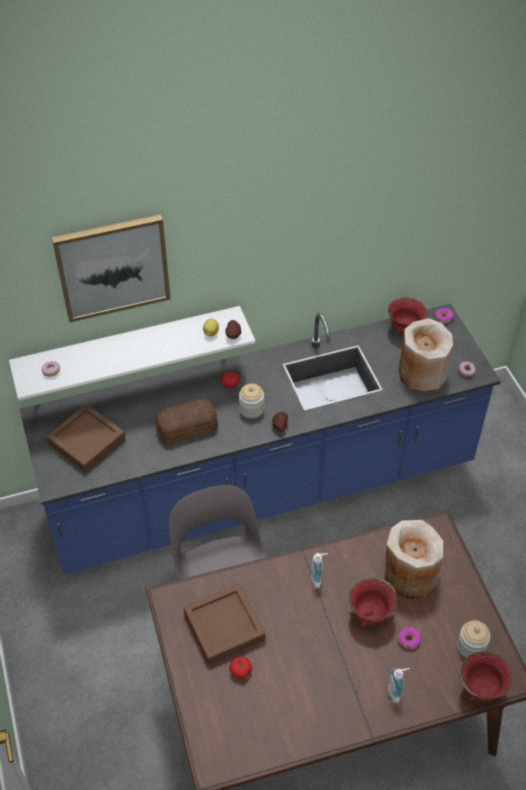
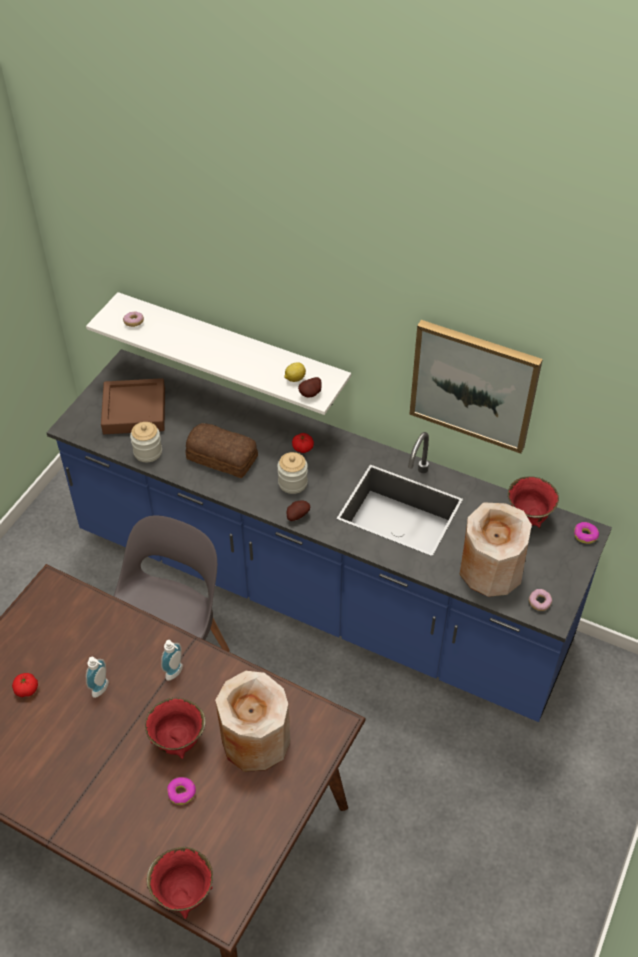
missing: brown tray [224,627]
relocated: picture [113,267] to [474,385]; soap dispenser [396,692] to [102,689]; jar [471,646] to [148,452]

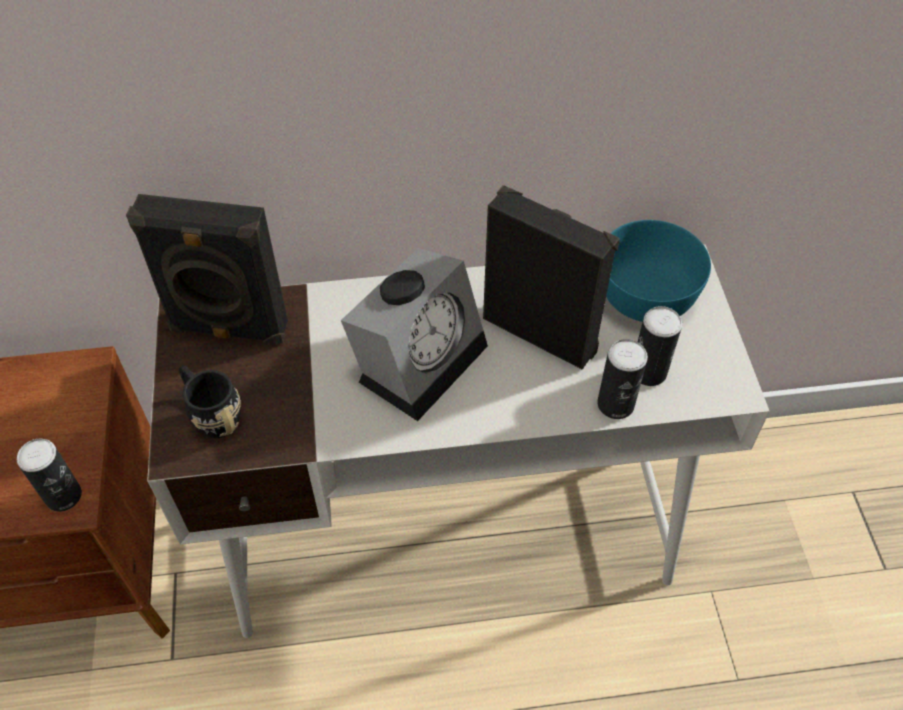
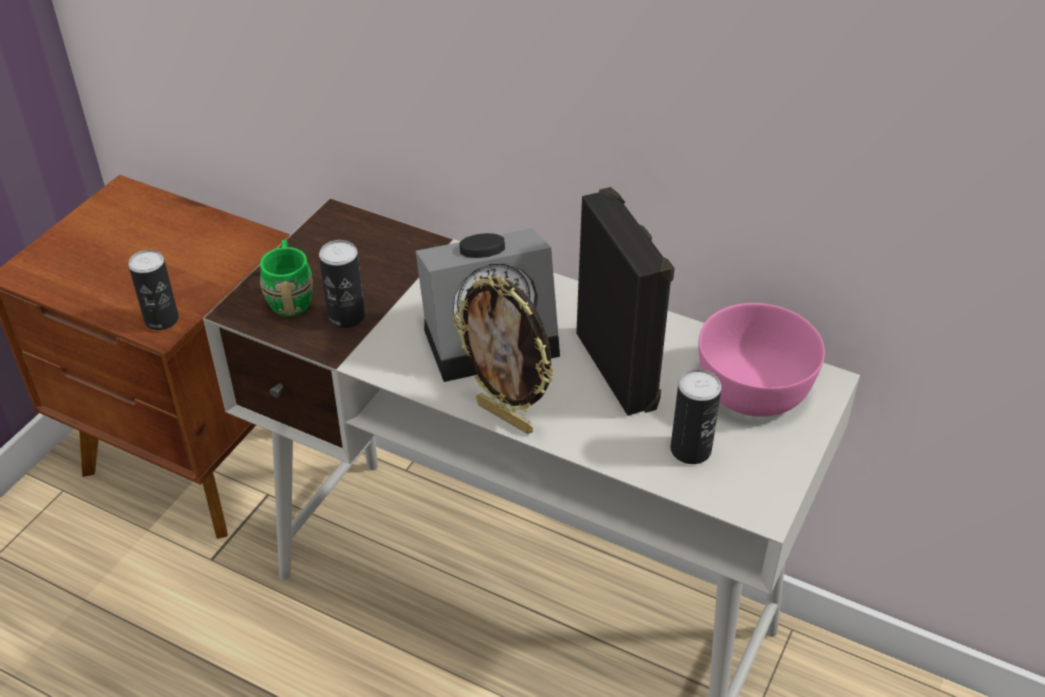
missing: black speaker [228,329]
appeared: picture frame [506,416]
relocated: can [615,404] to [346,317]
colour: black mug [211,414] to green mug [290,296]; turquoise bowl [644,294] to pink bowl [751,386]

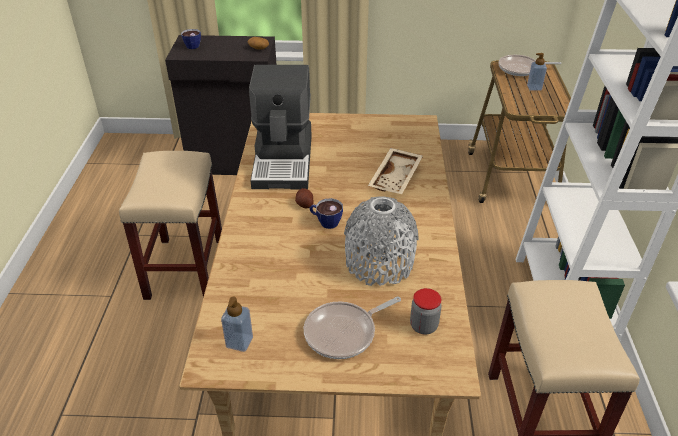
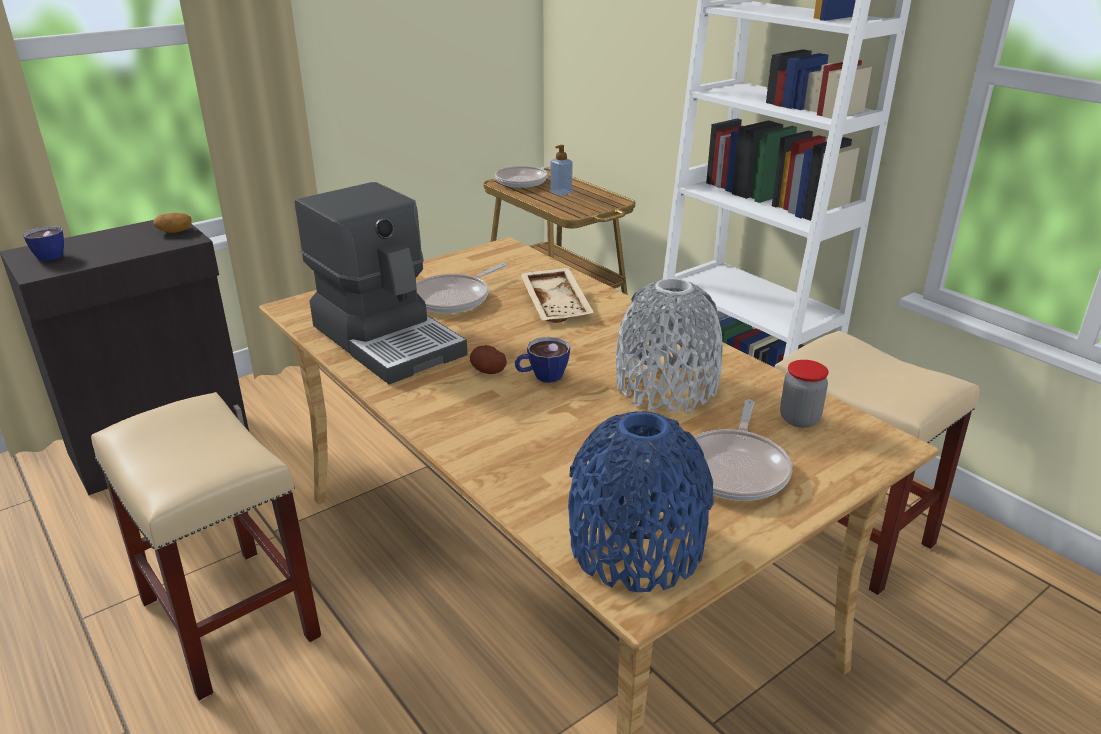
appeared: frying pan [455,298]
exchanged: soap dispenser [239,342] to blue vase [636,547]

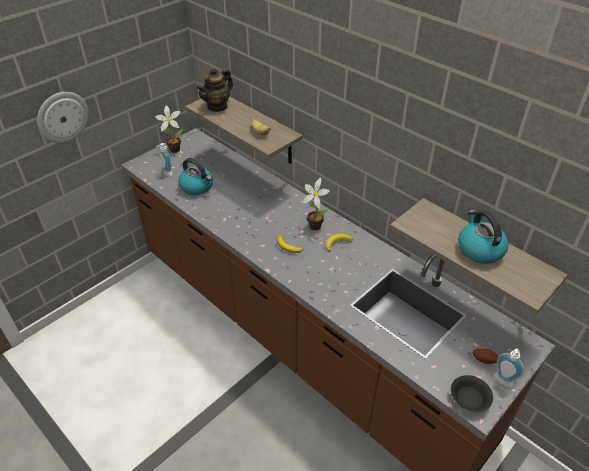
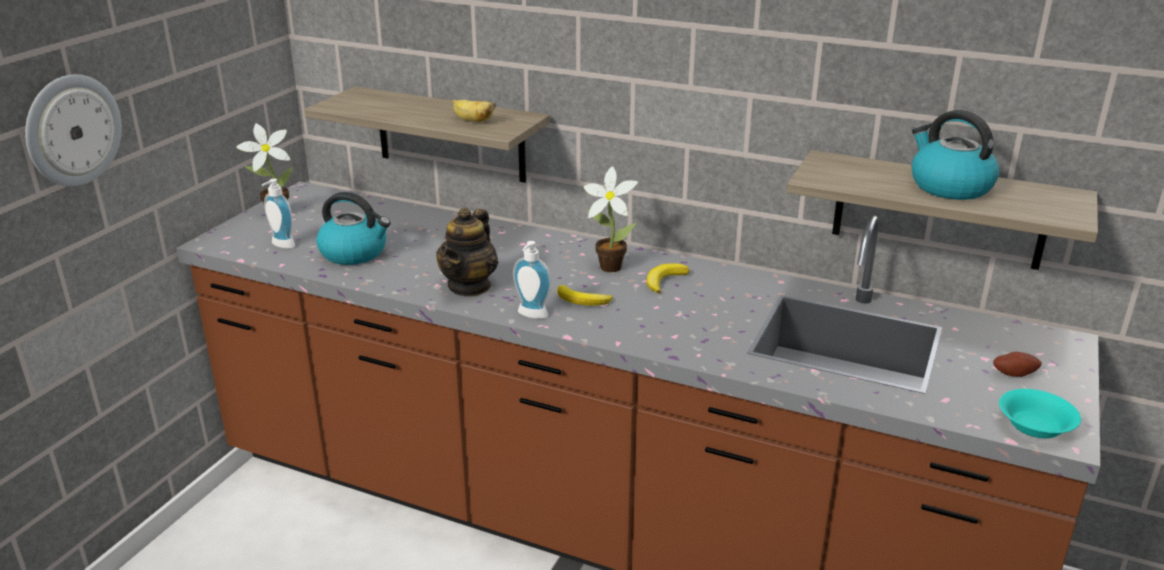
relocated: teapot [217,106] to [469,286]; soap dispenser [502,382] to [531,316]
colour: black bowl [468,399] to turquoise bowl [1033,427]

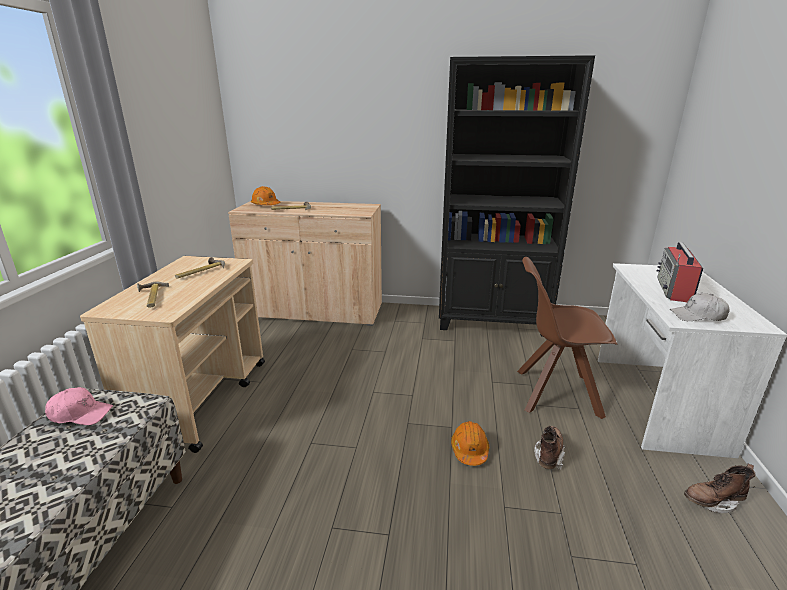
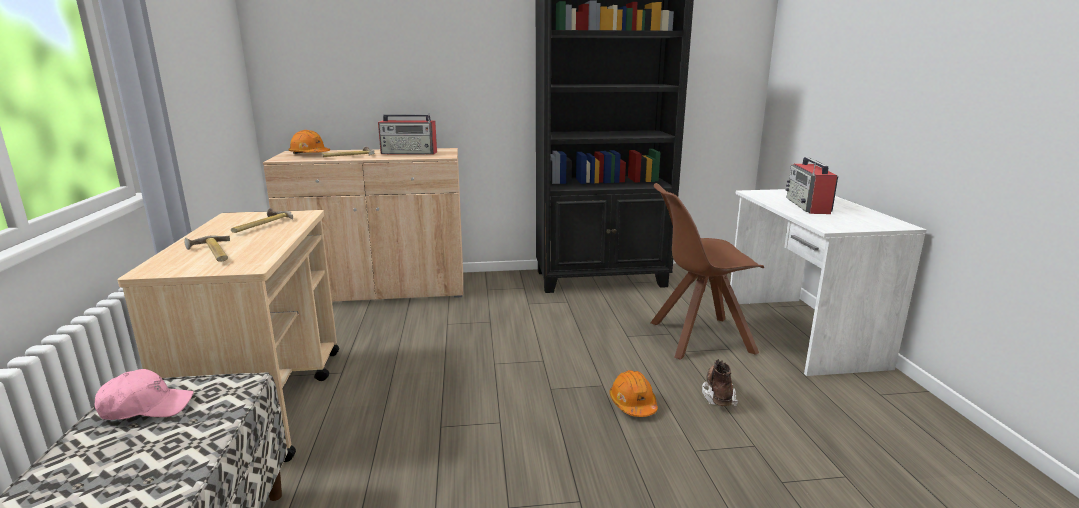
missing: white cap [698,316]; brown boot [712,502]
appeared: radio [409,153]

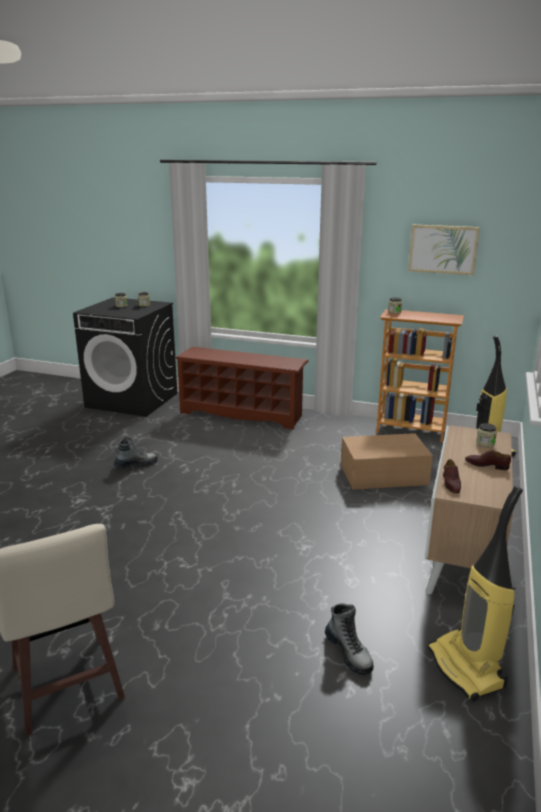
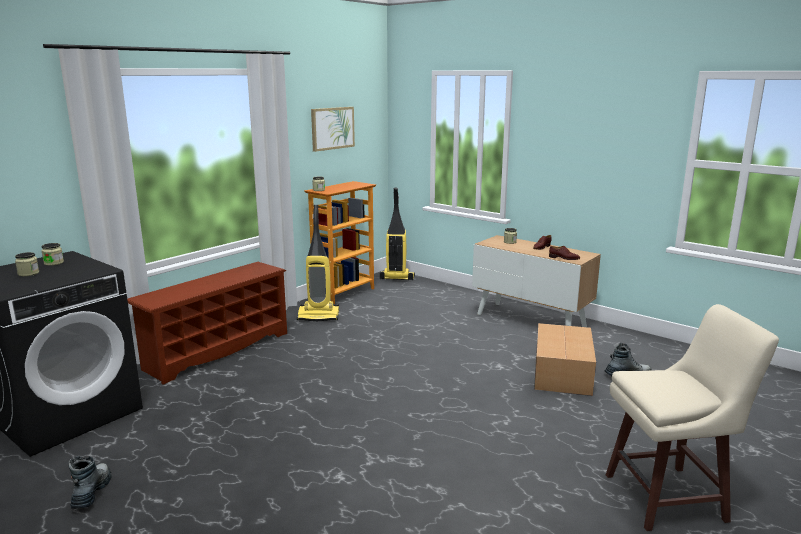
relocated: boot [136,464] to [91,492]; cardboard box [385,475] to [563,372]; vacuum cleaner [467,668] to [319,316]

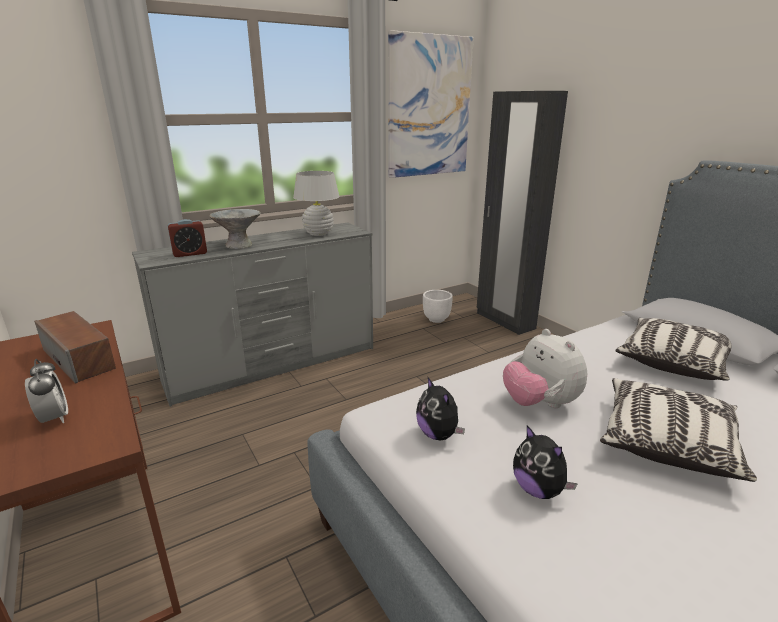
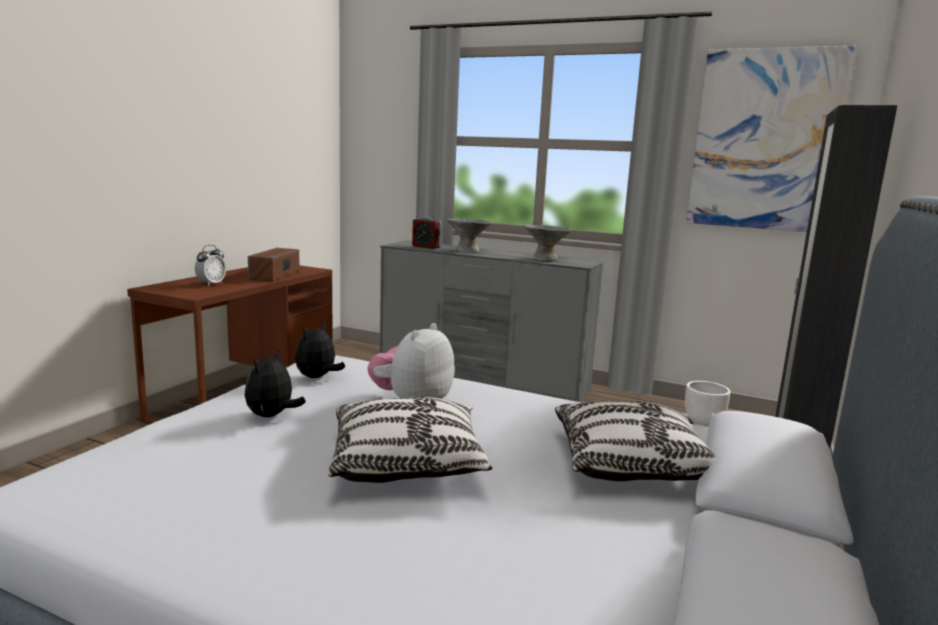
exchanged: white table lamp [318,234] to grey bowl [545,259]

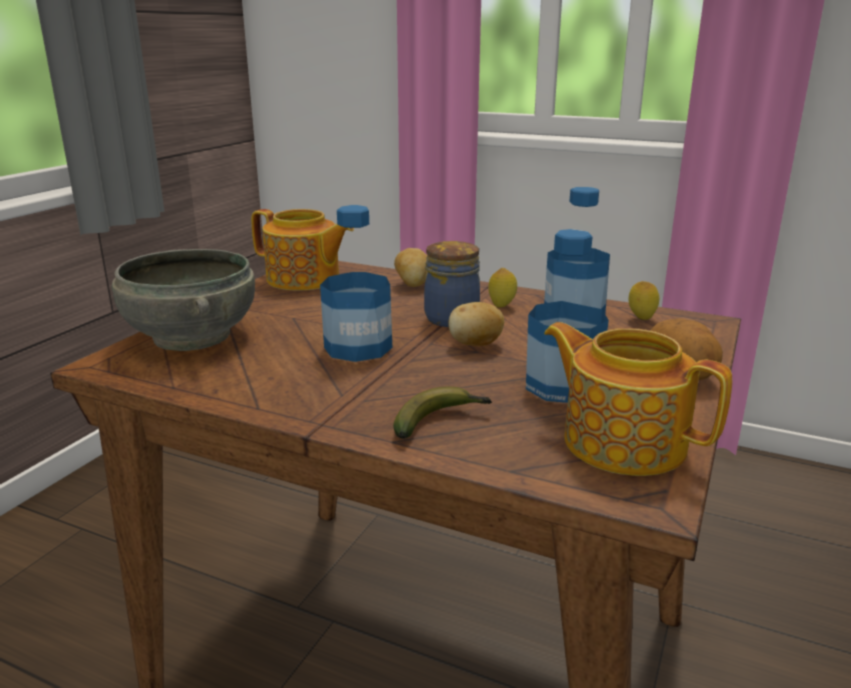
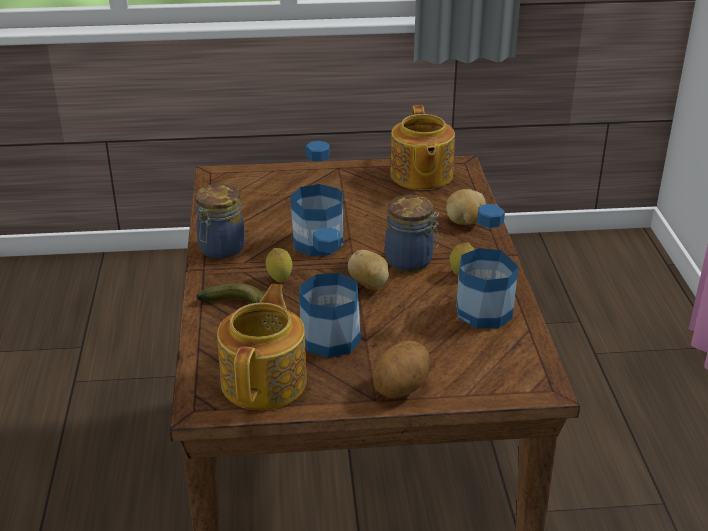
missing: grey bowl [190,337]
appeared: jar [220,249]
relocated: lemon [641,319] to [279,280]

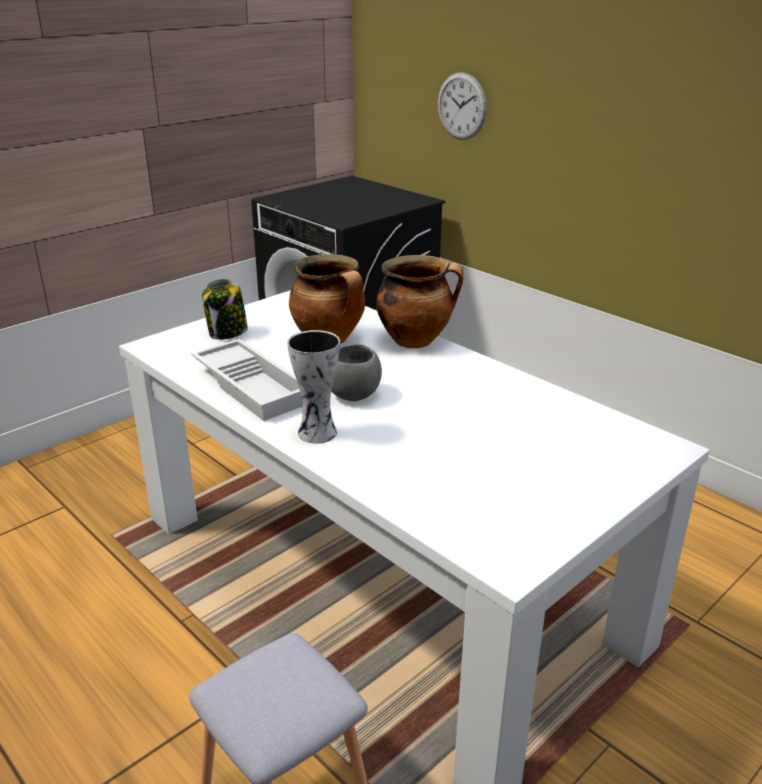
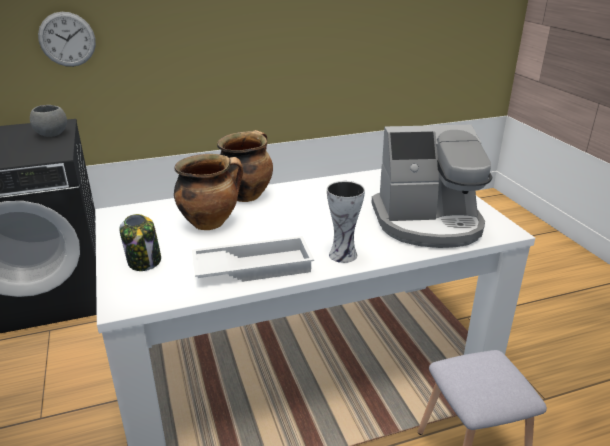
appeared: coffee machine [428,223]
relocated: grey bowl [352,395] to [51,134]

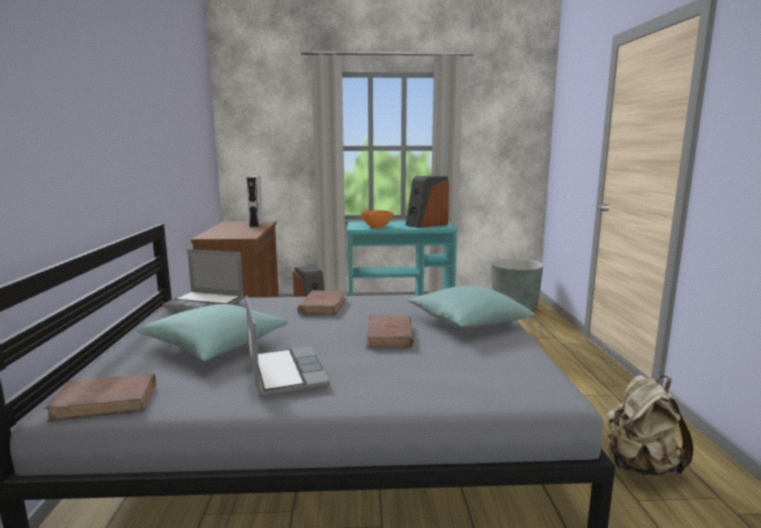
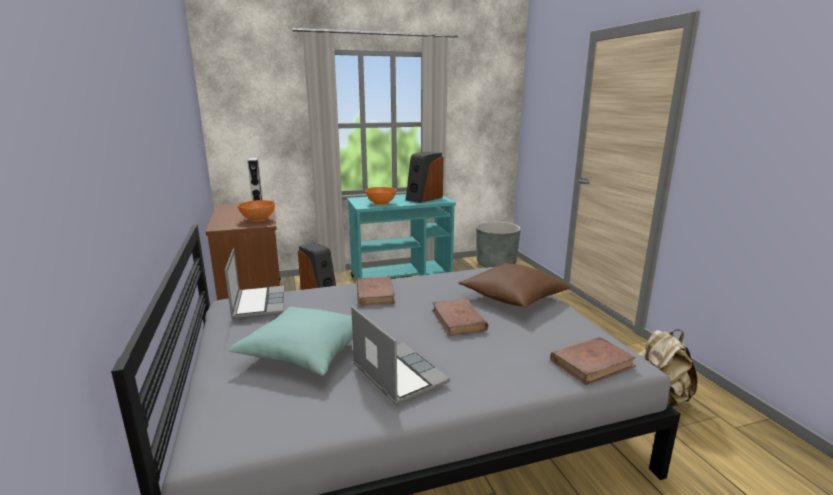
appeared: orange bowl [258,219]
relocated: brown book [106,401] to [592,363]
colour: turquoise pillow [468,322] to brown pillow [513,297]
spun: laptop [206,303] = [258,303] 105 degrees counterclockwise

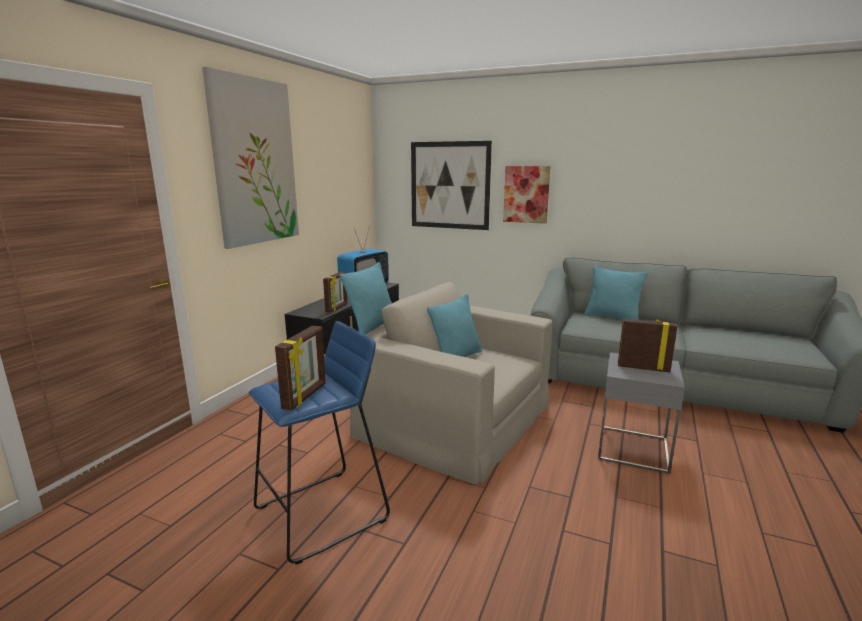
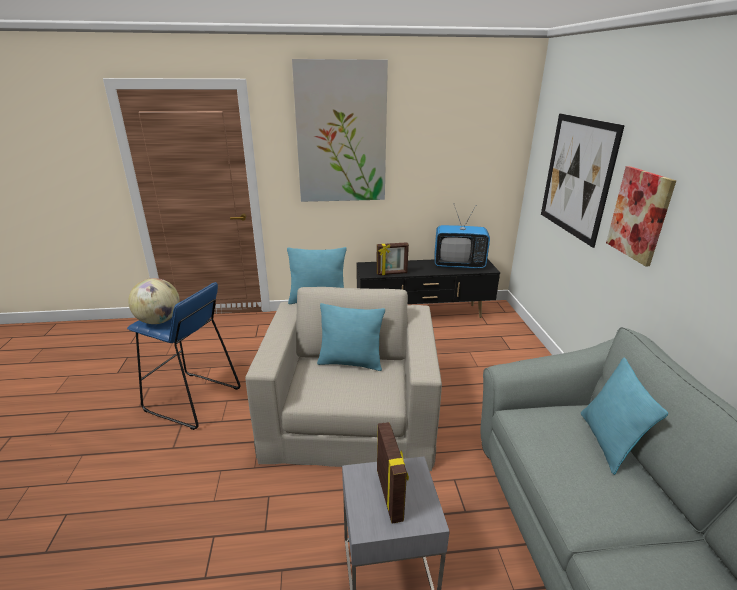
exchanged: picture frame [305,396] to globe [159,321]

